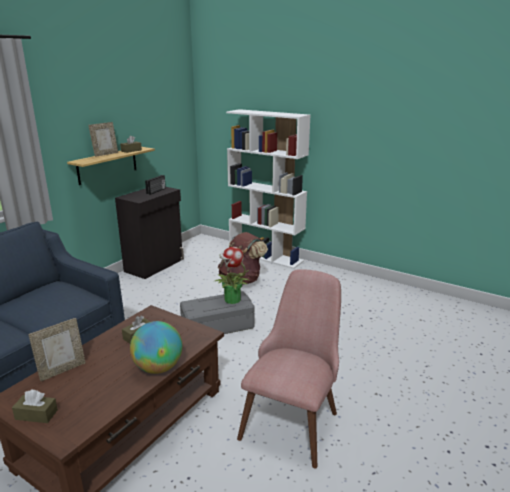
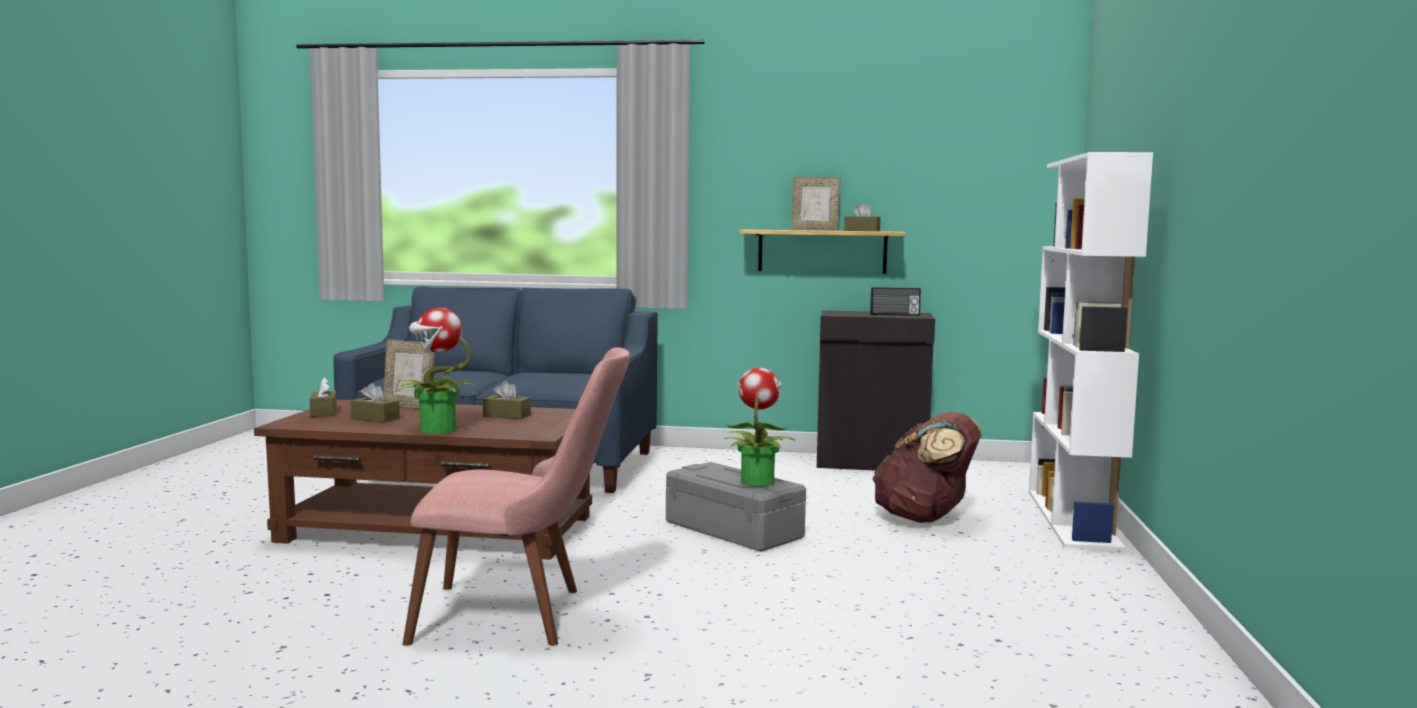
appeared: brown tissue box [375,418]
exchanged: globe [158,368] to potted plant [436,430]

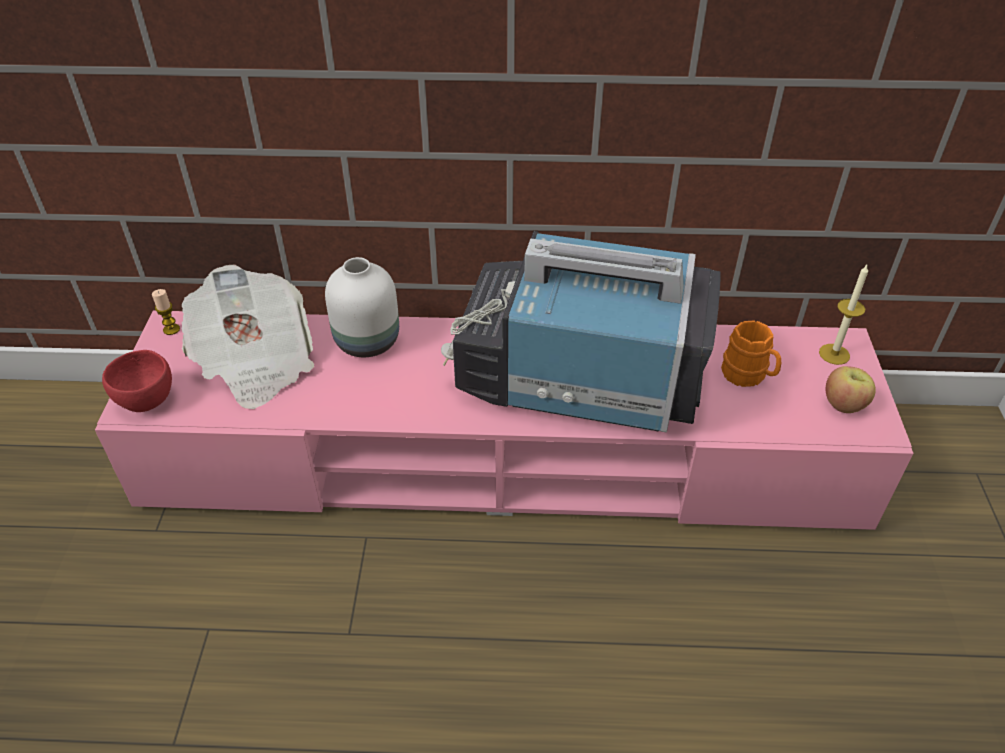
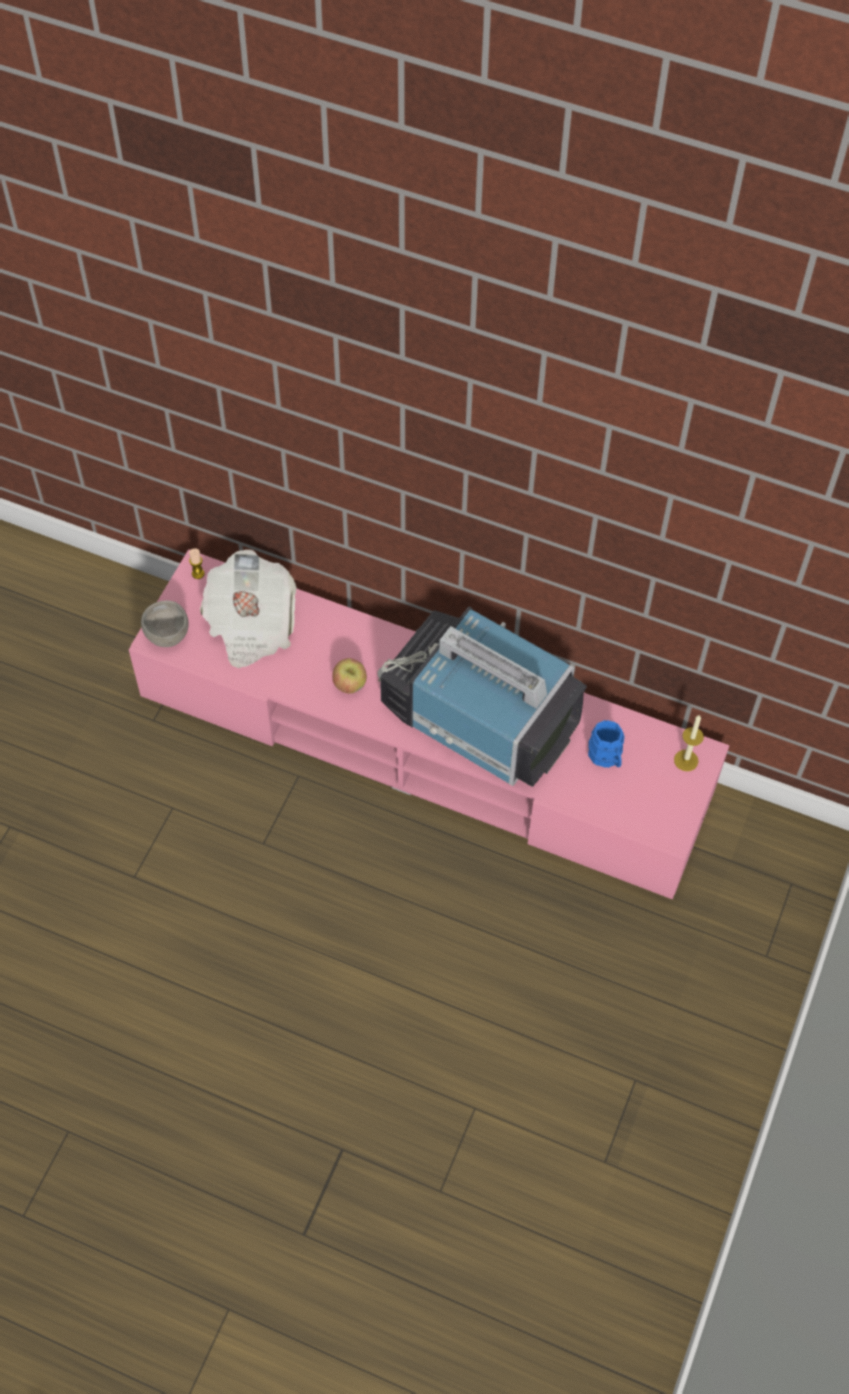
missing: white vase [365,341]
relocated: apple [844,404] to [350,684]
colour: red bowl [147,398] to grey bowl [168,634]; orange mug [748,376] to blue mug [606,757]

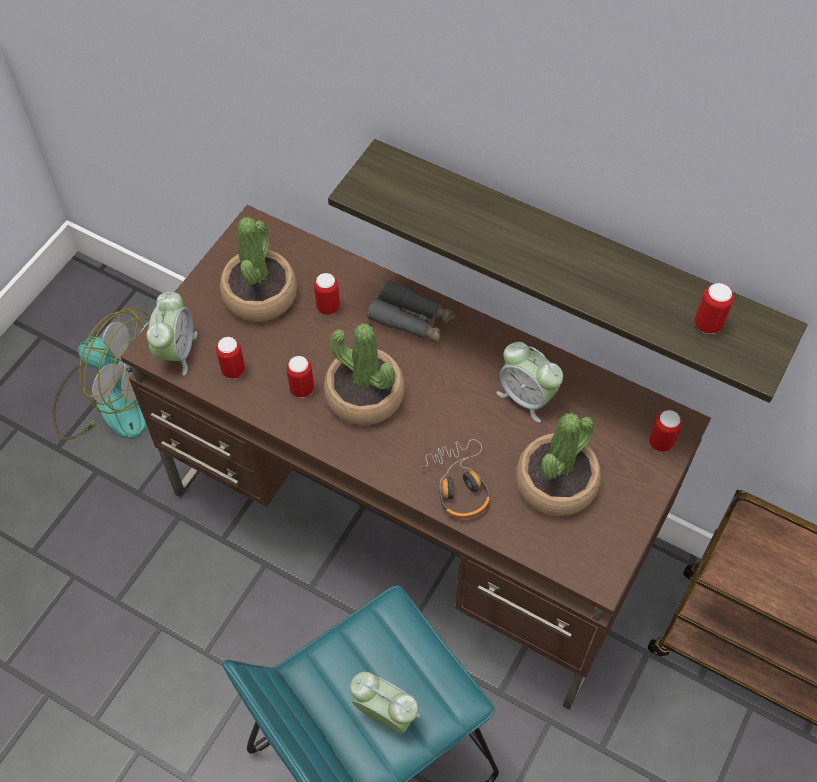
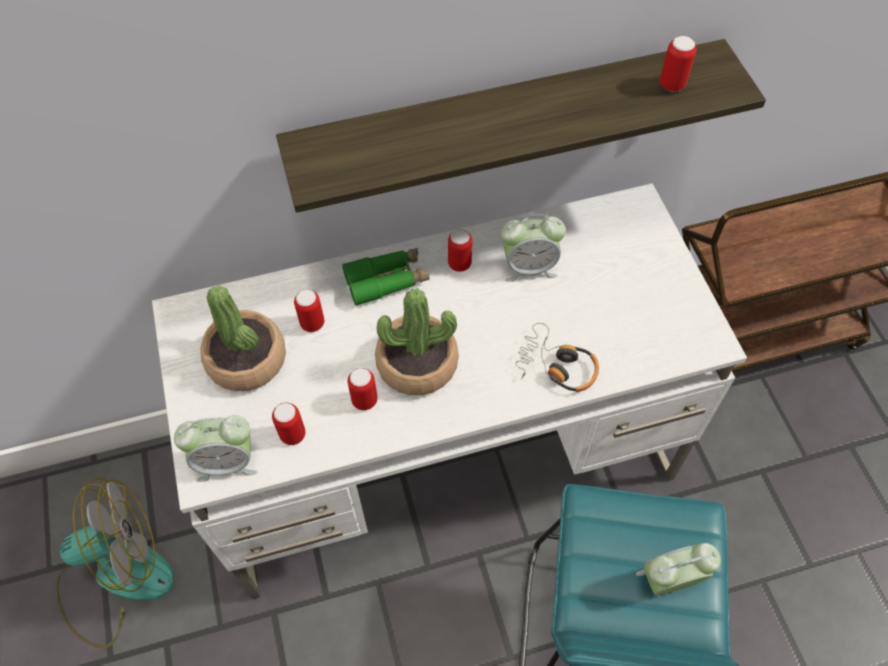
missing: potted plant [556,483]
relocated: can [661,442] to [459,264]
colour: brown desk [412,522] to white desk [447,454]; grey binoculars [412,320] to green binoculars [387,280]
spun: alarm clock [176,351] = [227,462] 120 degrees clockwise

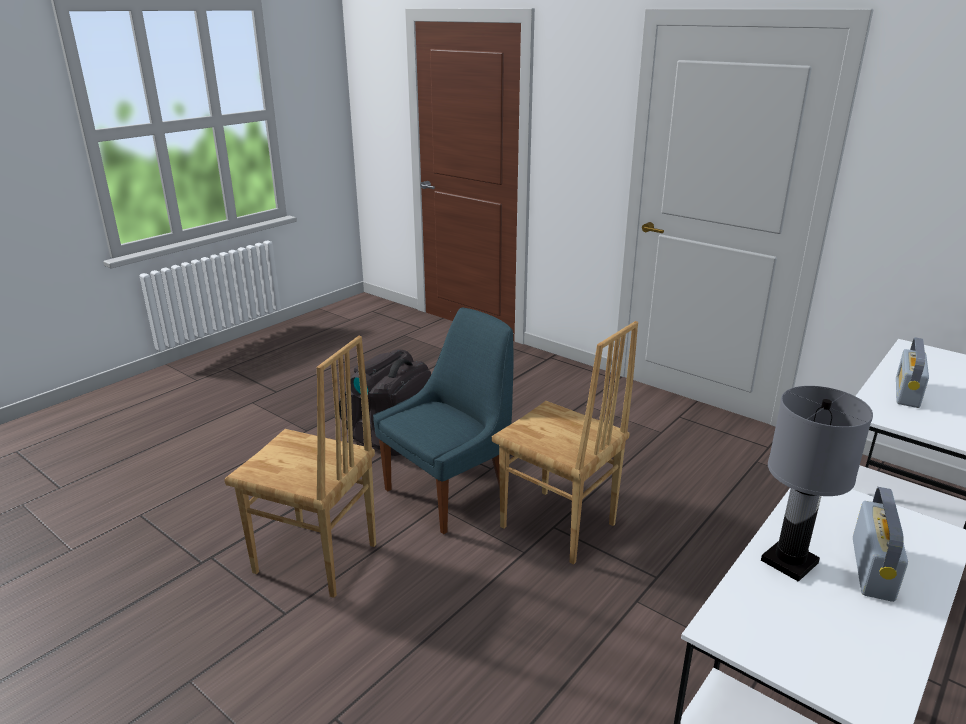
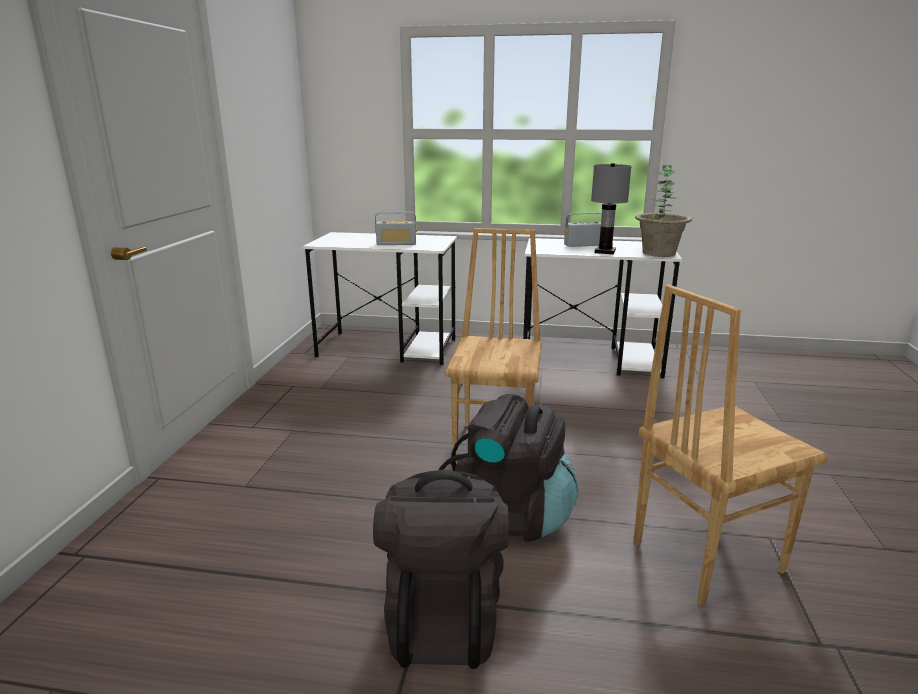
appeared: potted plant [658,253]
exchanged: blue chair [450,492] to black backpack [509,516]
spun: brown chair [315,560] = [704,556] 105 degrees counterclockwise

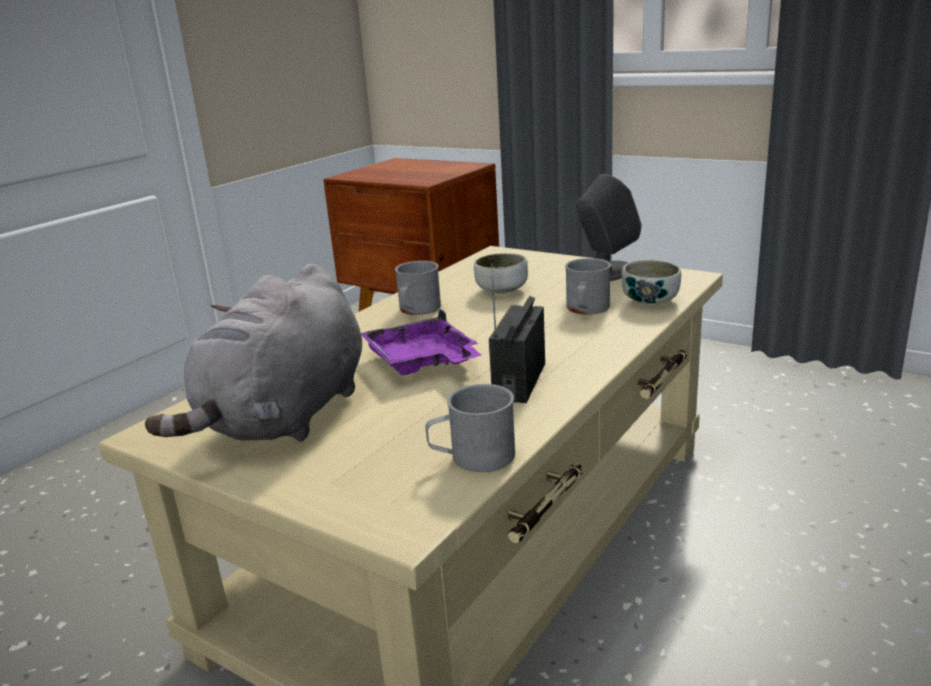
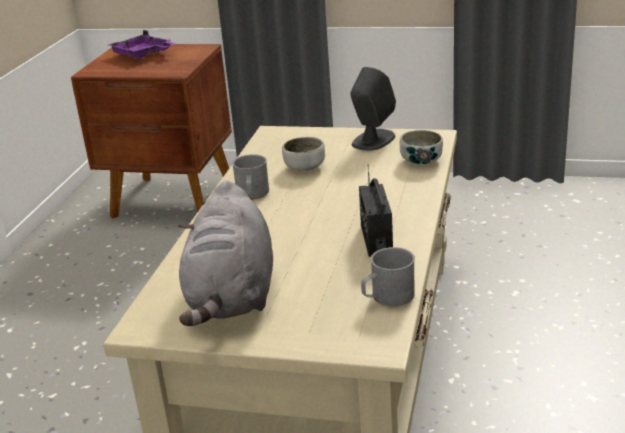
missing: grey mug [586,309]
relocated: purple tray [422,362] to [143,54]

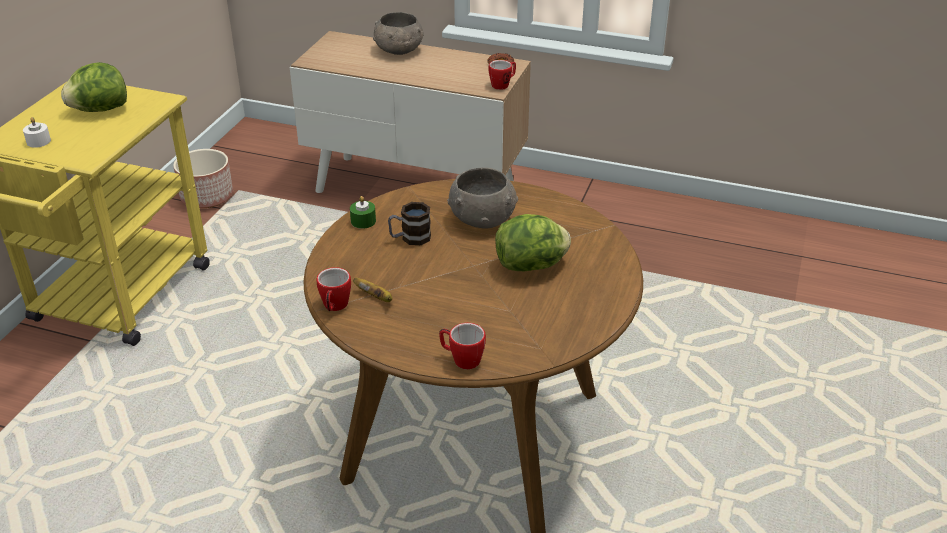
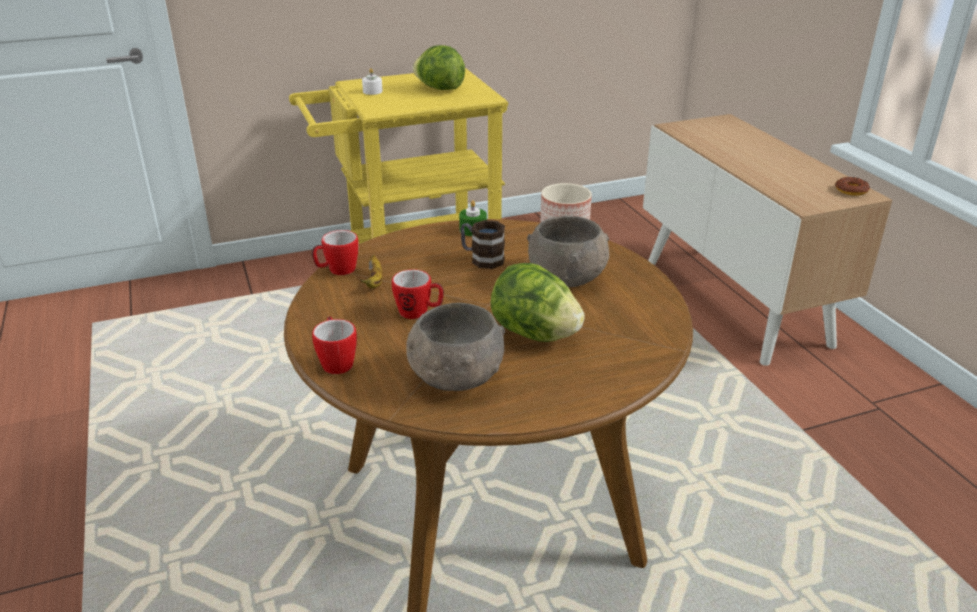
relocated: grey bowl [399,50] to [455,377]; mug [503,85] to [419,312]

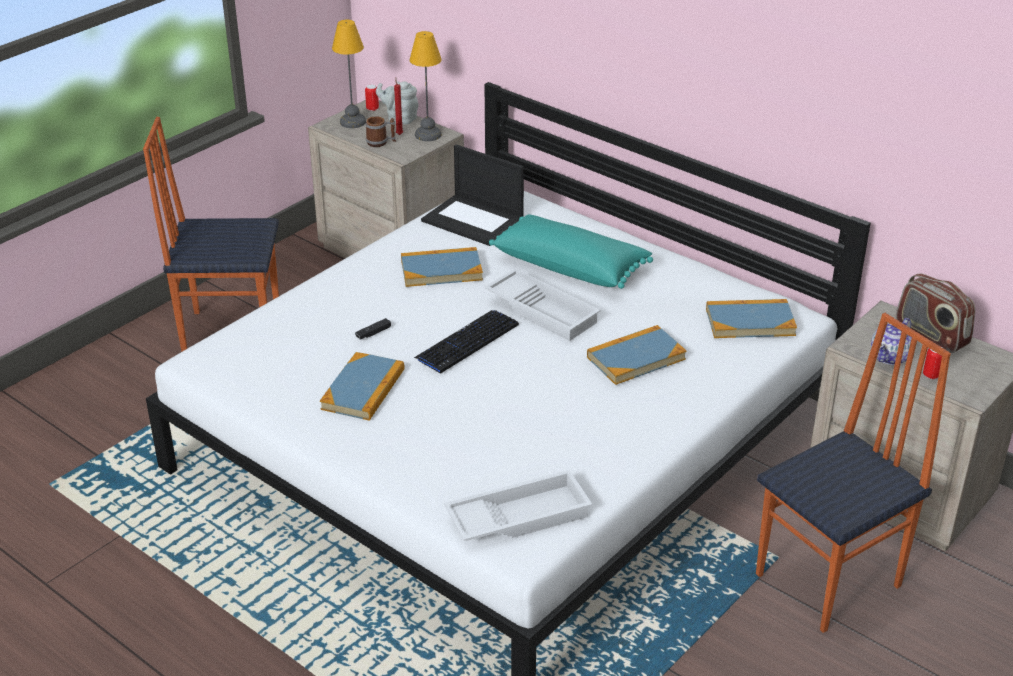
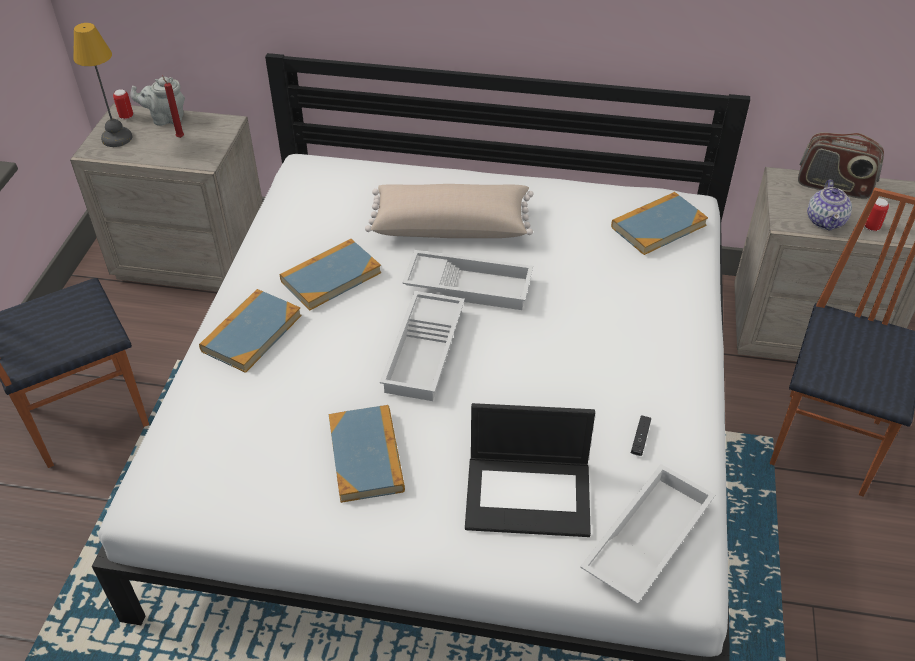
missing: mug [381,142]; table lamp [428,135]
relocated: black game controller [373,333] to [640,439]; laptop [474,220] to [529,495]; book [636,358] to [251,333]
exchanged: keyboard [467,342] to white tray [426,352]
colour: turquoise pillow [570,266] to beige pillow [451,225]

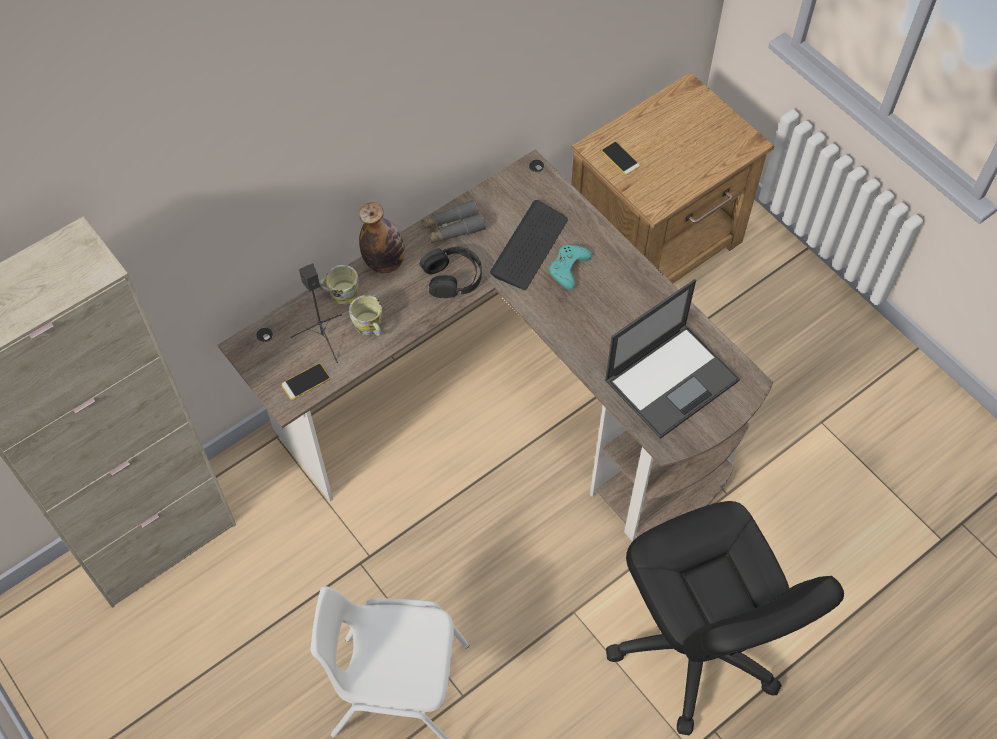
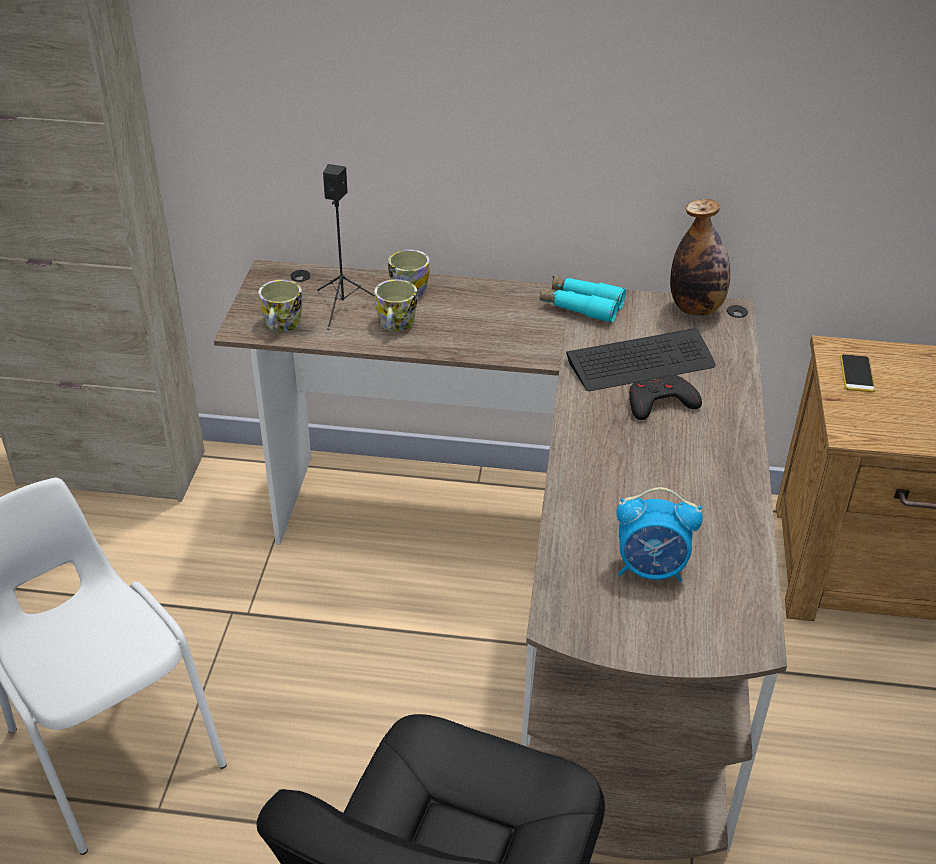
missing: black headphones [452,277]
relocated: bottle [385,262] to [696,308]
exchanged: phone [306,382] to mug [281,325]; laptop [672,379] to alarm clock [651,569]
colour: grey binoculars [453,228] to turquoise binoculars [581,306]; turquoise game controller [568,268] to black game controller [660,403]

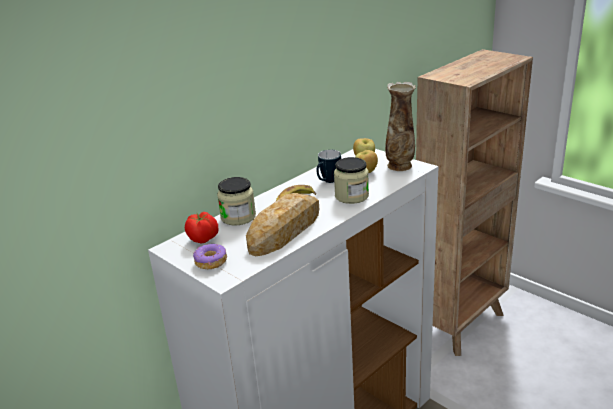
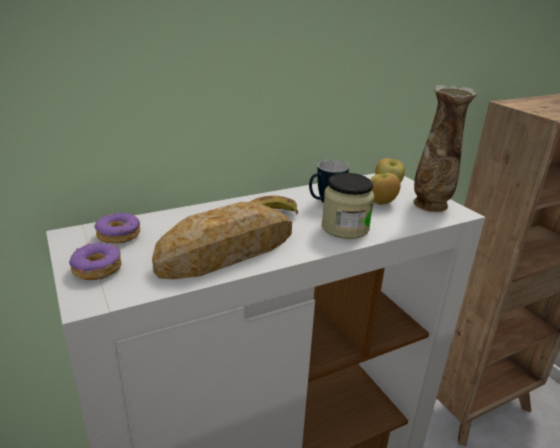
missing: jar [238,217]
exchanged: tomato [203,239] to donut [119,235]

